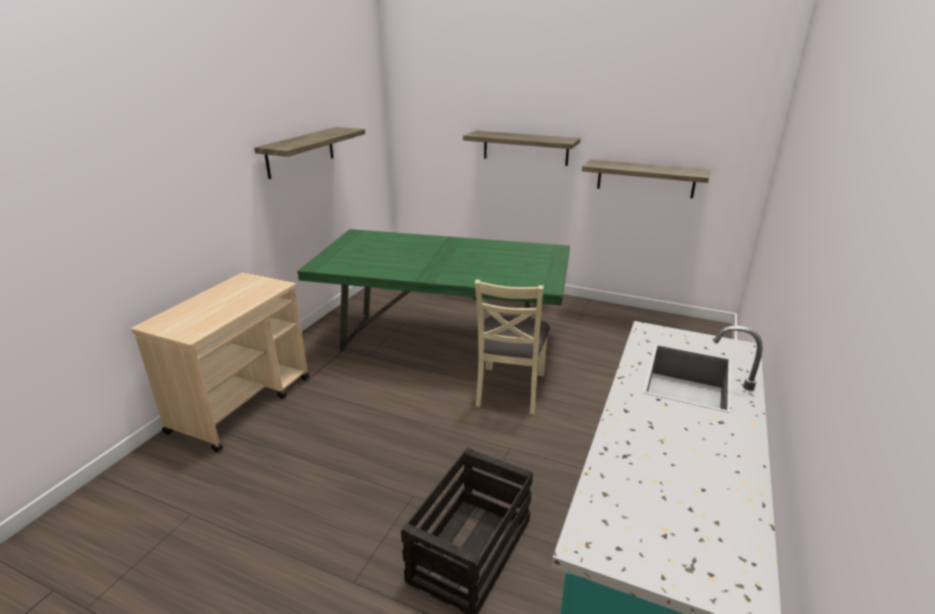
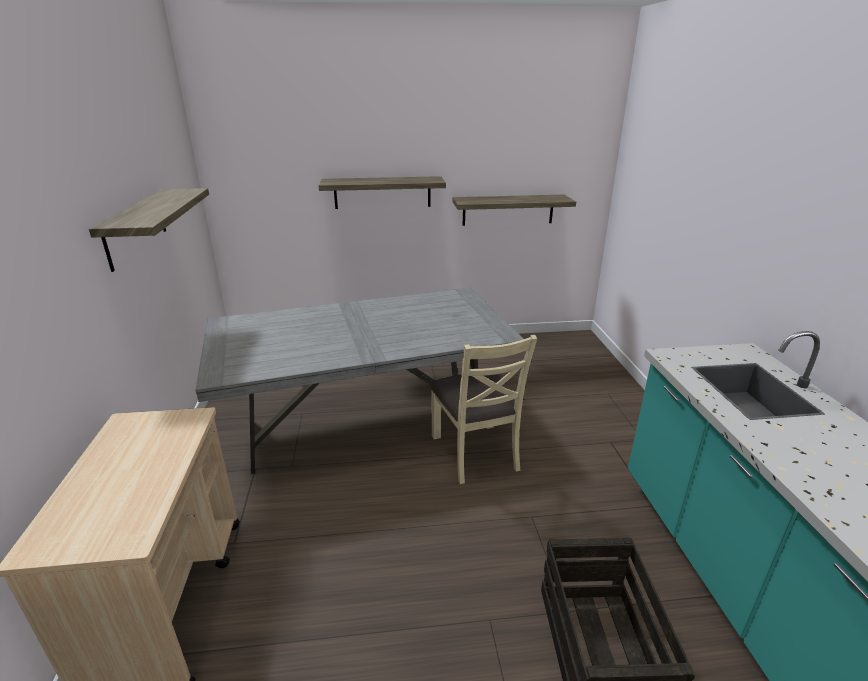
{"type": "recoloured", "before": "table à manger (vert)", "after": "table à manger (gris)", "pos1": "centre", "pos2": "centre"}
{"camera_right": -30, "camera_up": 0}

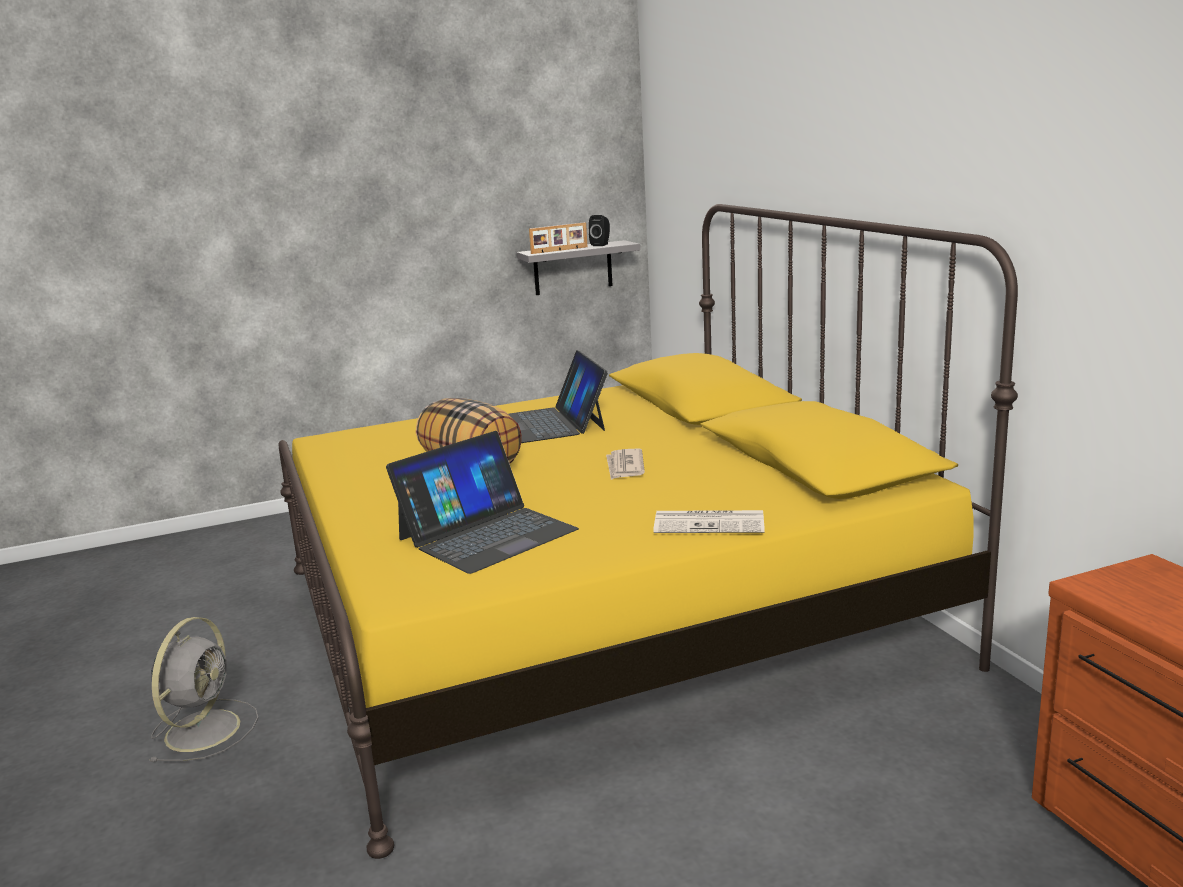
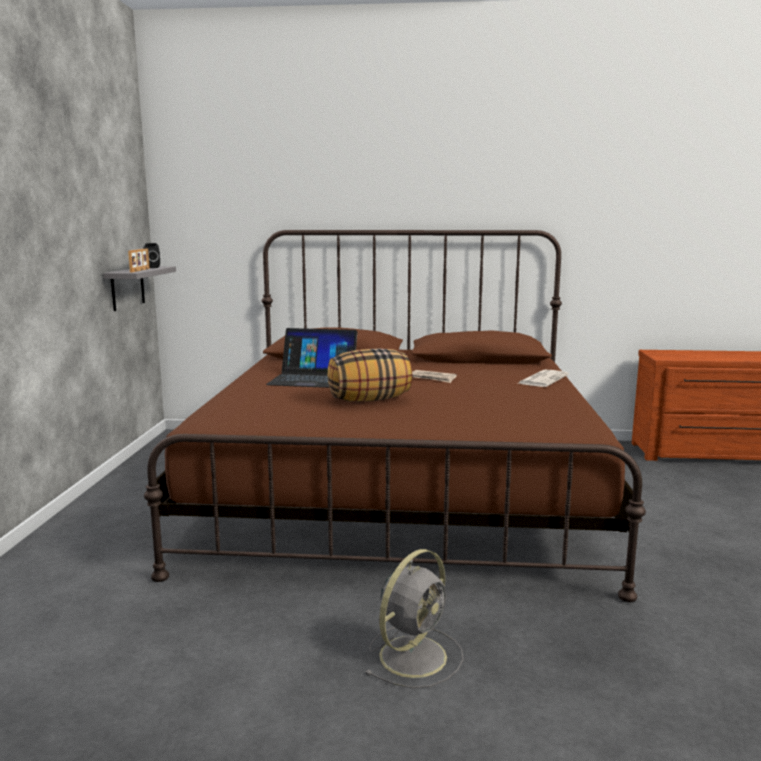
{"type": "recoloured", "before": "lit (jaune)", "after": "lit (marron)", "pos1": "centre", "pos2": "centre"}
{"type": "removed", "before": "ordinateur portable (1st from left)", "pos1": "centre"}
{"type": "turned", "before": "ventilateur (gris)", "pos1": "bottom left", "pos2": "bottom centre", "turn": 90}
{"camera_right": -65, "camera_up": -5}

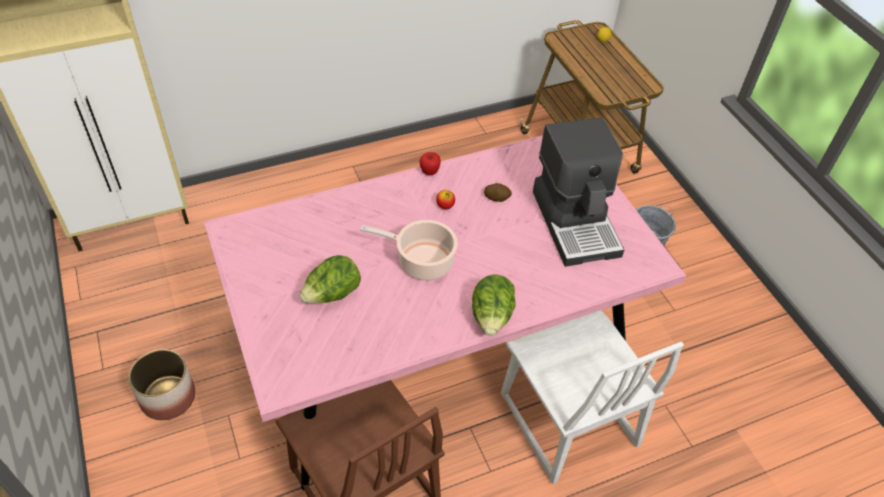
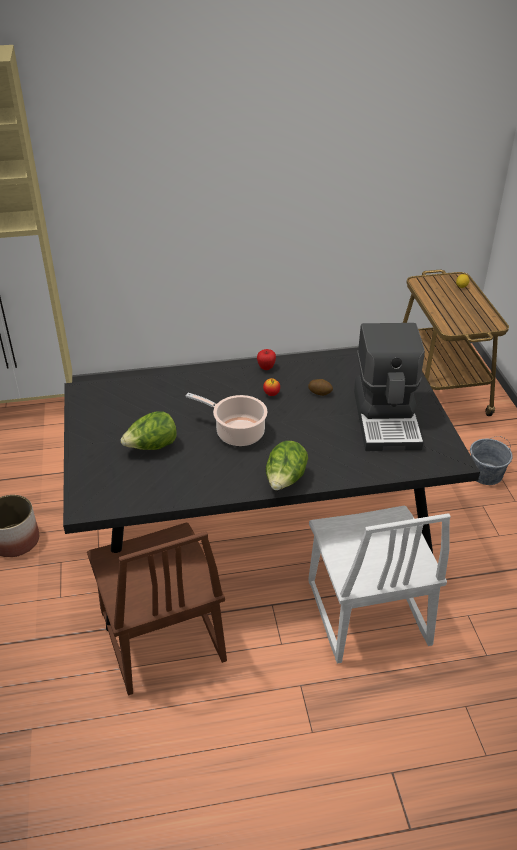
{"type": "recoloured", "before": "table à manger (rose)", "after": "table à manger (noir)", "pos1": "centre", "pos2": "centre"}
{"camera_right": 15, "camera_up": -10}

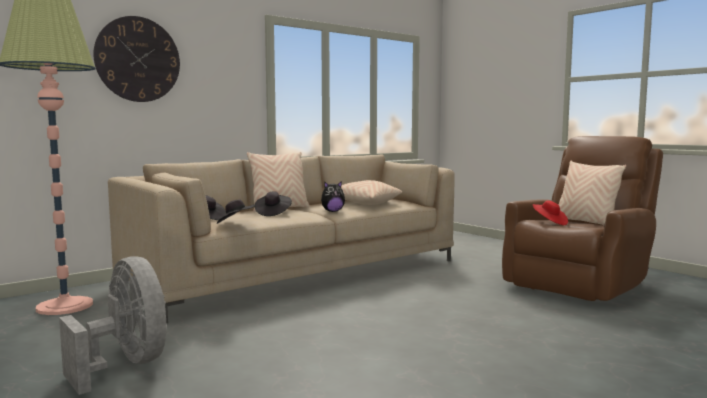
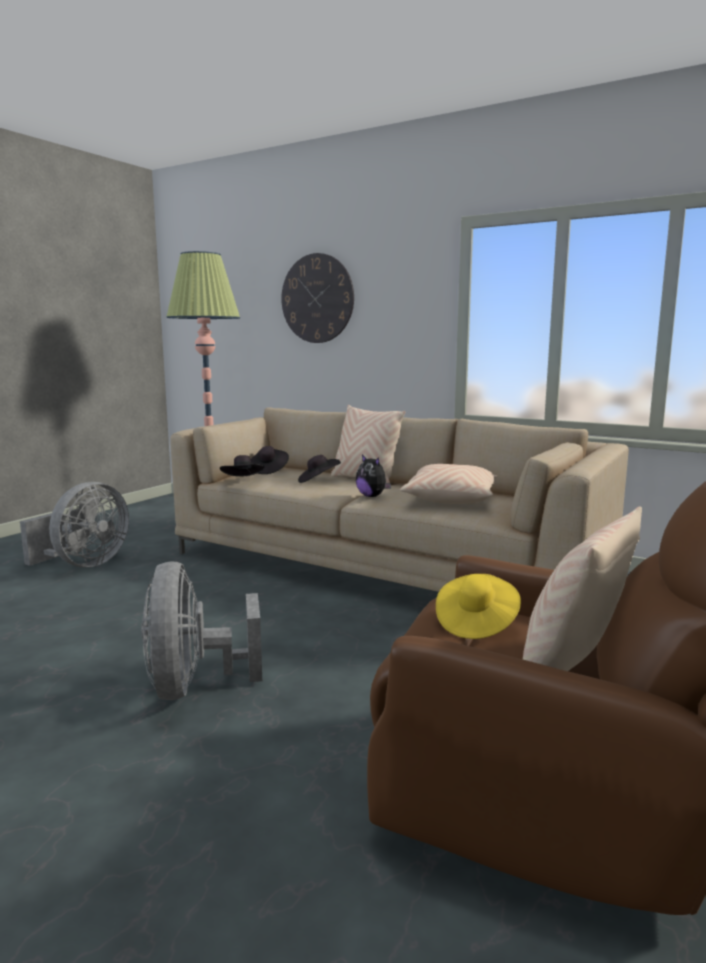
{"type": "recoloured", "before": "chapeau (rouge)", "after": "chapeau (jaune)", "pos1": "middle right", "pos2": "middle right"}
{"type": "added", "after": "ventilateur (gris) (2nd from left)", "pos2": "middle left"}
{"camera_right": 70, "camera_up": 5}

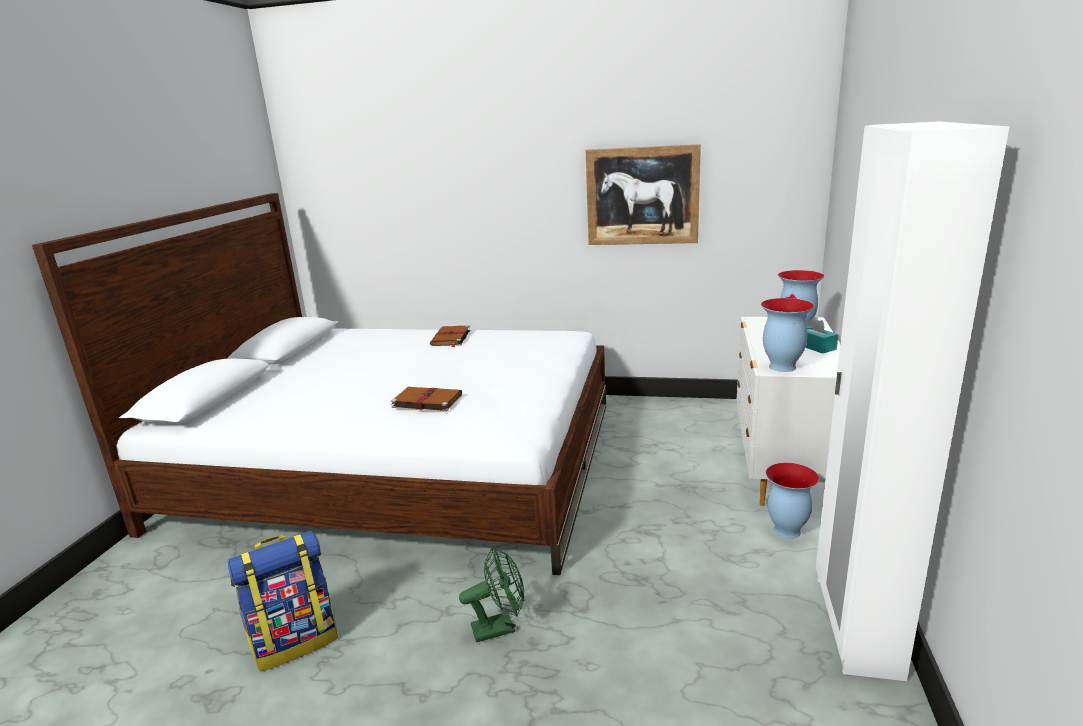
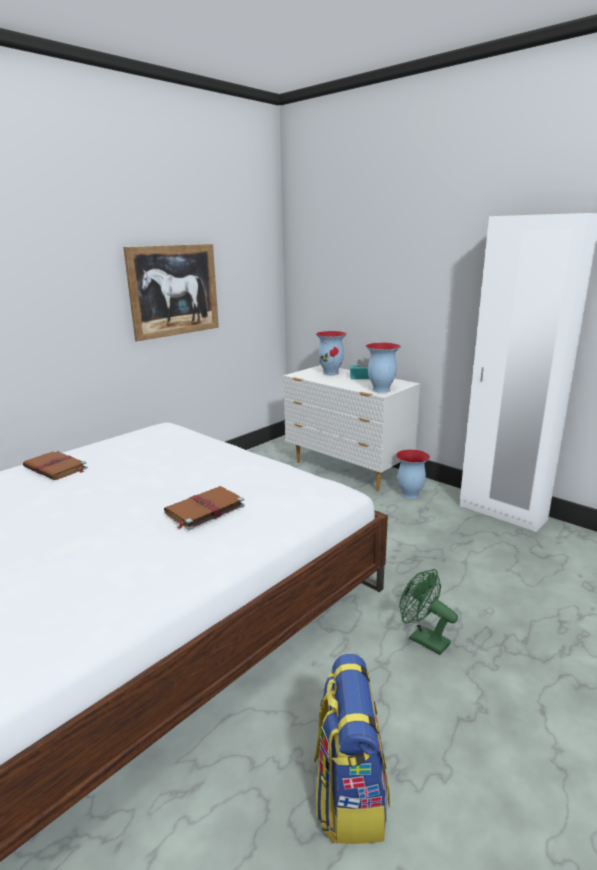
{"type": "turned", "before": "ventilateur (vert)", "pos1": "bottom centre", "pos2": "bottom right", "turn": -60}
{"camera_right": -60, "camera_up": 0}

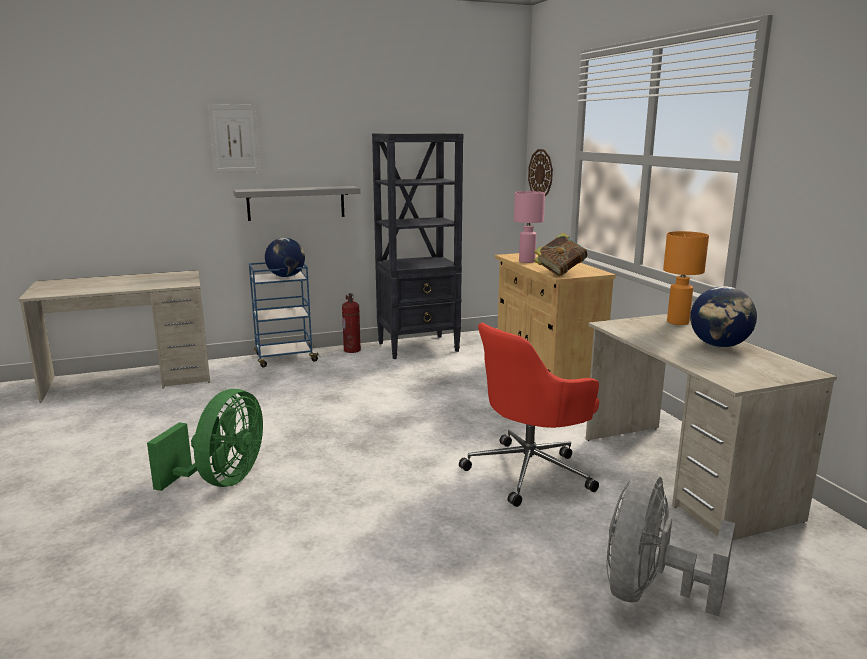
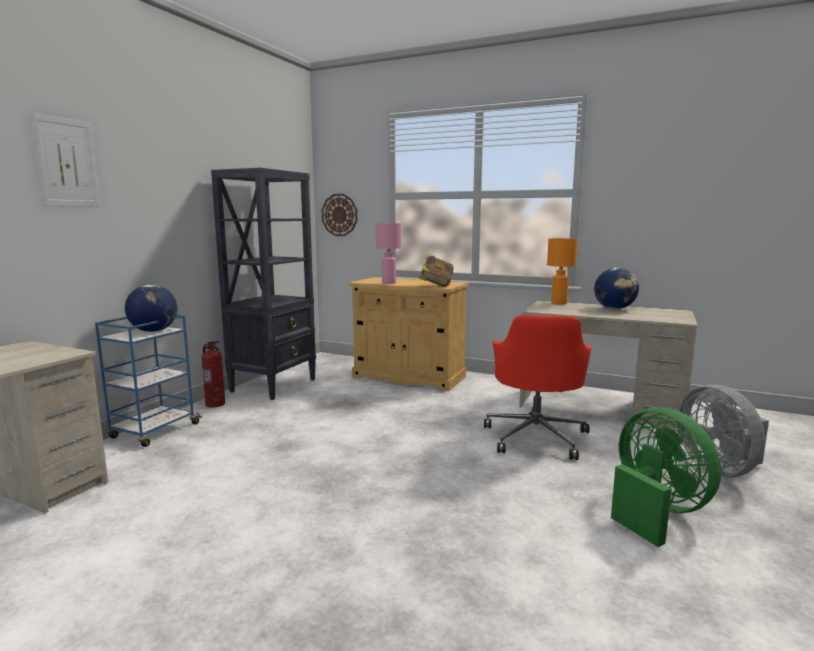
{"type": "removed", "before": "étagère (gris)", "pos1": "top centre"}
{"type": "moved", "before": "ventilateur (vert)", "pos1": "bottom left", "pos2": "bottom right"}
{"camera_right": -45, "camera_up": -5}

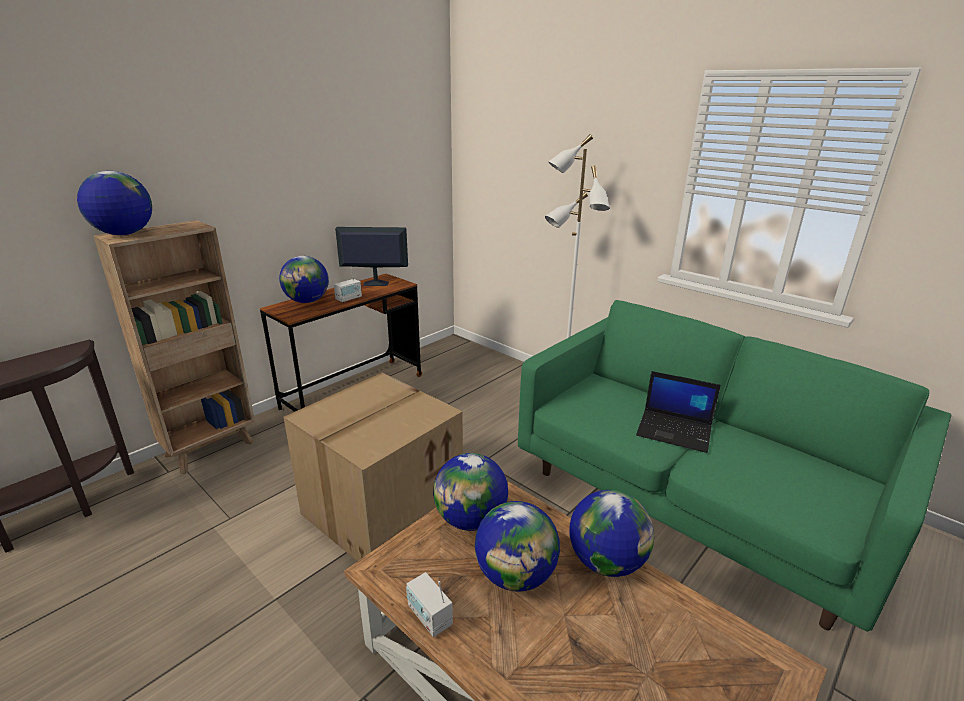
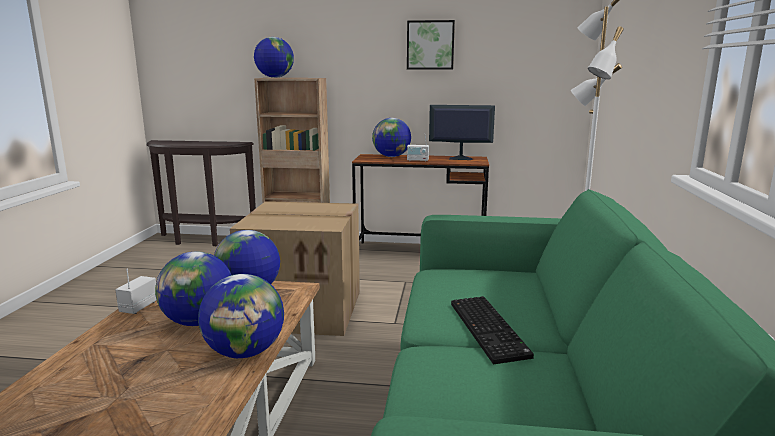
{"type": "turned", "before": "écran d'ordinateur", "pos1": "centre", "pos2": "top centre", "turn": -45}
{"type": "replaced", "before": "ordinateur portable", "after": "clavier", "pos1": "middle right", "pos2": "bottom centre"}
{"type": "added", "after": "tableau", "pos2": "top centre"}
{"camera_right": 55, "camera_up": -10}

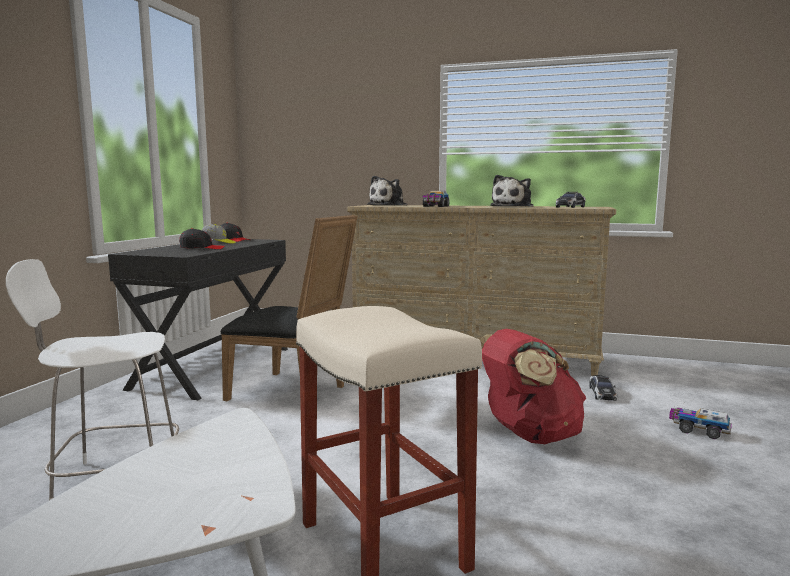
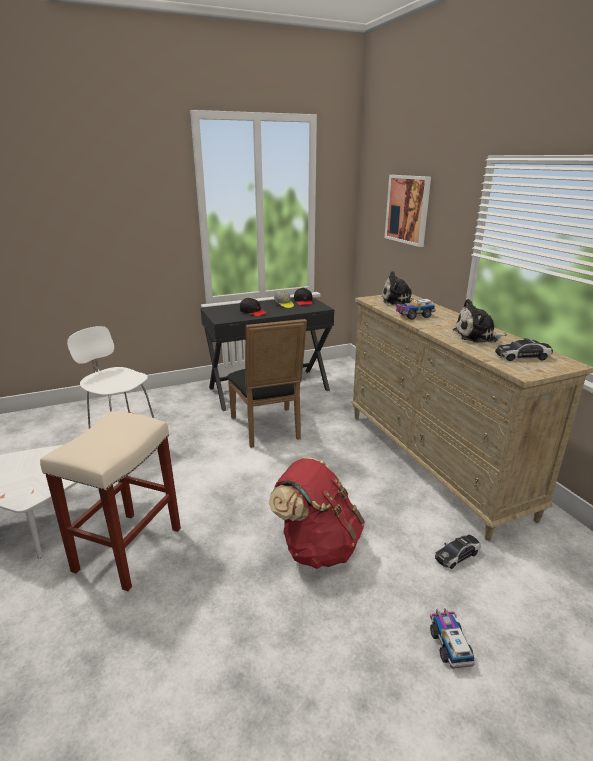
{"type": "added", "after": "tableau", "pos2": "top right"}
{"camera_right": 50, "camera_up": 15}

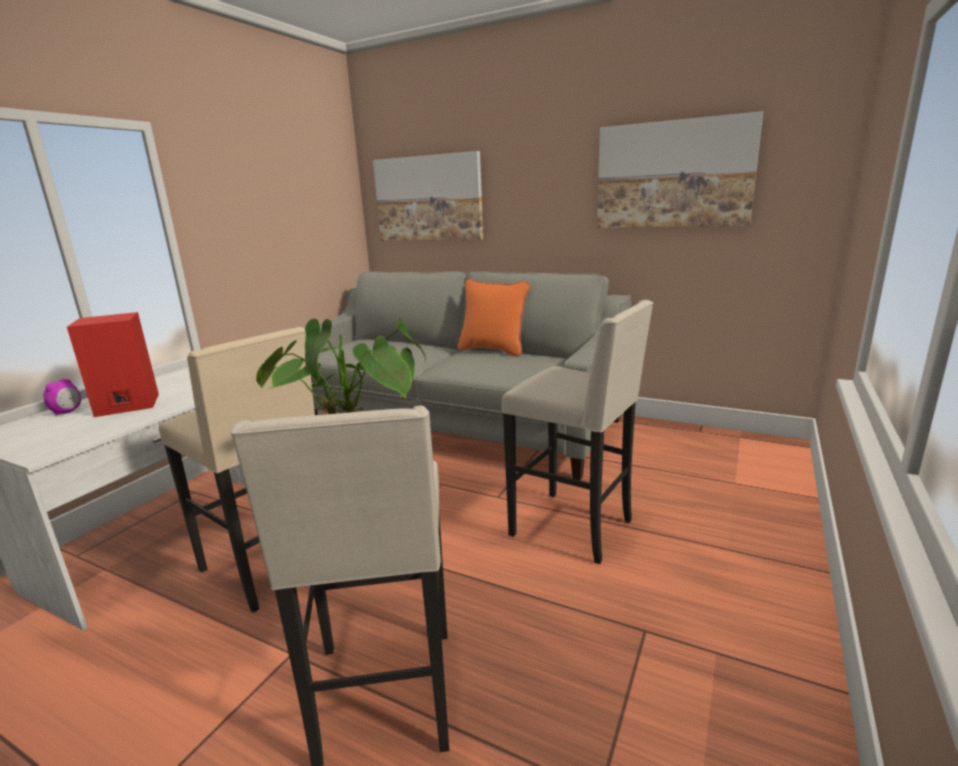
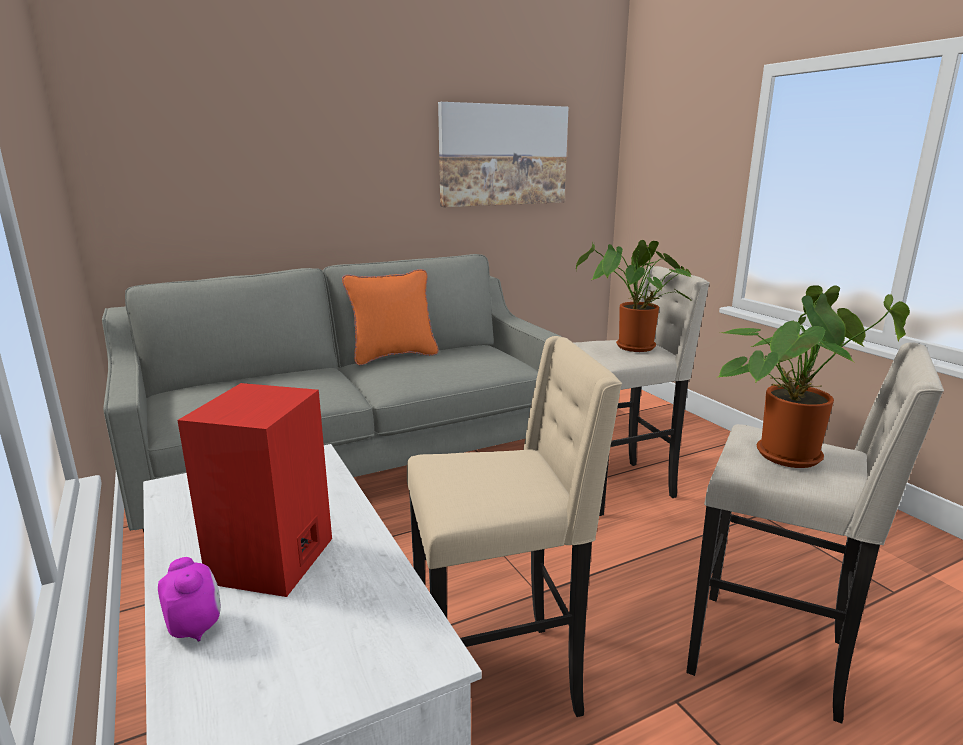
{"type": "removed", "before": "tableau (1st from left)", "pos1": "top centre"}
{"type": "added", "after": "plante en pot (1st from left)", "pos2": "centre"}
{"camera_right": -55, "camera_up": 0}

